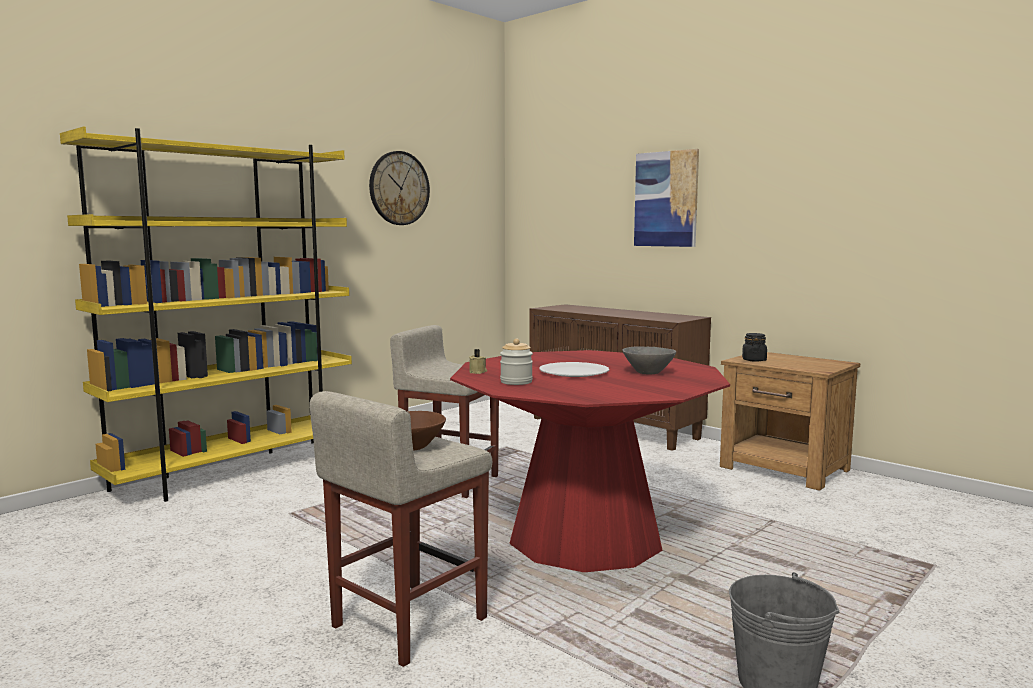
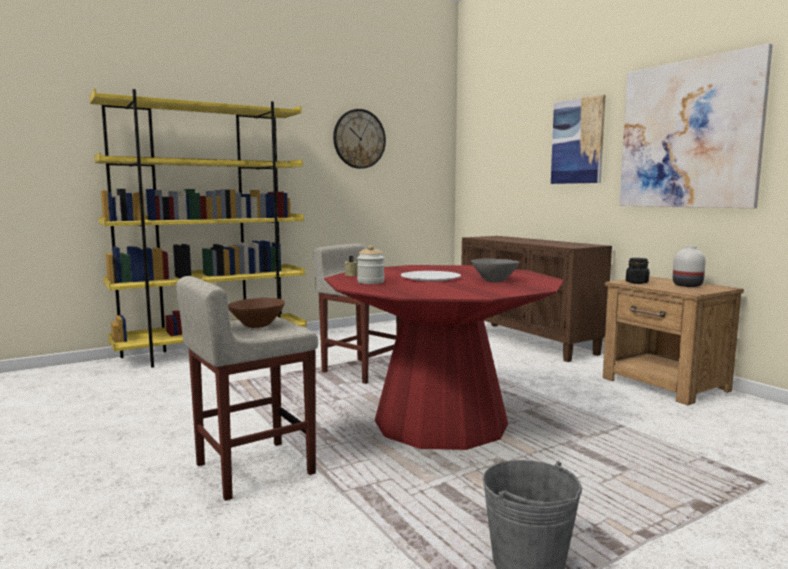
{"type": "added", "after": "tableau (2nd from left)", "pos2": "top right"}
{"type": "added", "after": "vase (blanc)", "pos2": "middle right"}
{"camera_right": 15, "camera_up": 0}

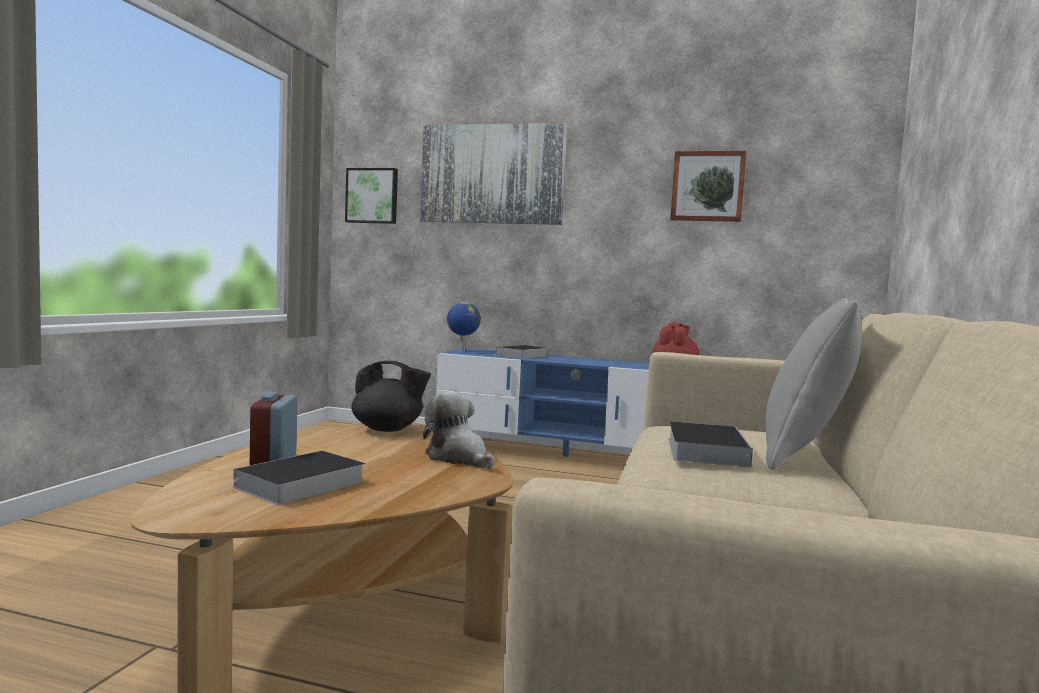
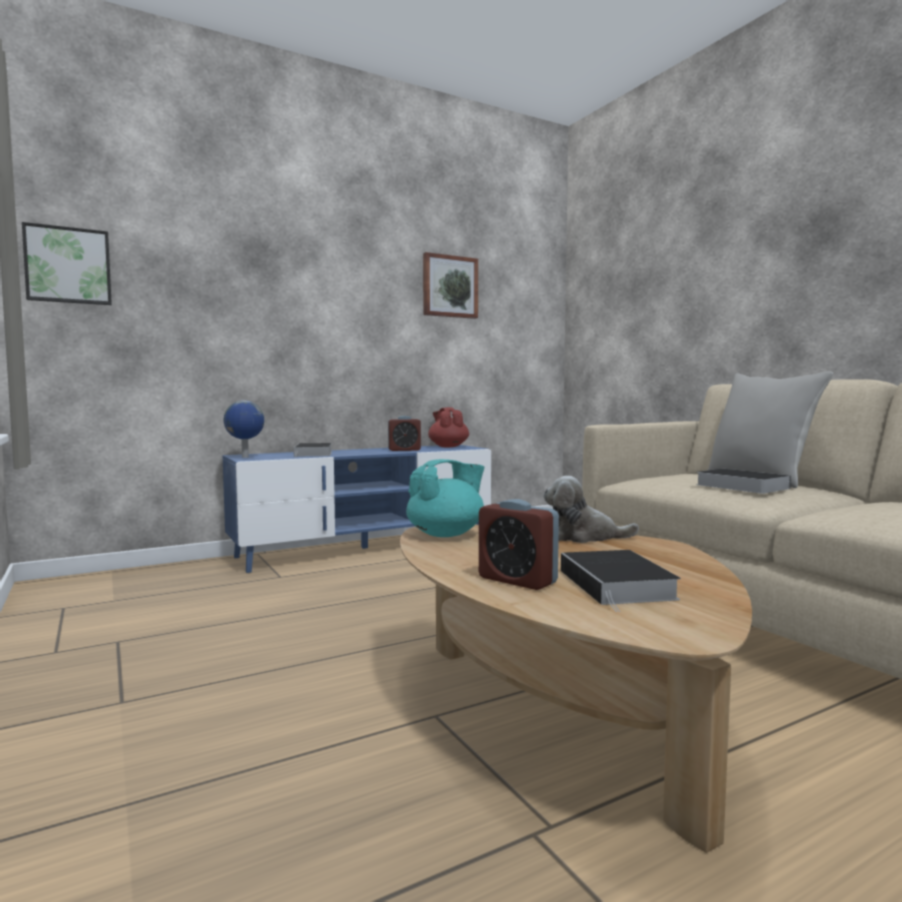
{"type": "removed", "before": "tableau (2nd from left)", "pos1": "top centre"}
{"type": "recoloured", "before": "théière (noir)", "after": "théière (turquoise)", "pos1": "centre", "pos2": "centre"}
{"type": "added", "after": "réveil (1st from left)", "pos2": "centre"}
{"camera_right": -45, "camera_up": 0}

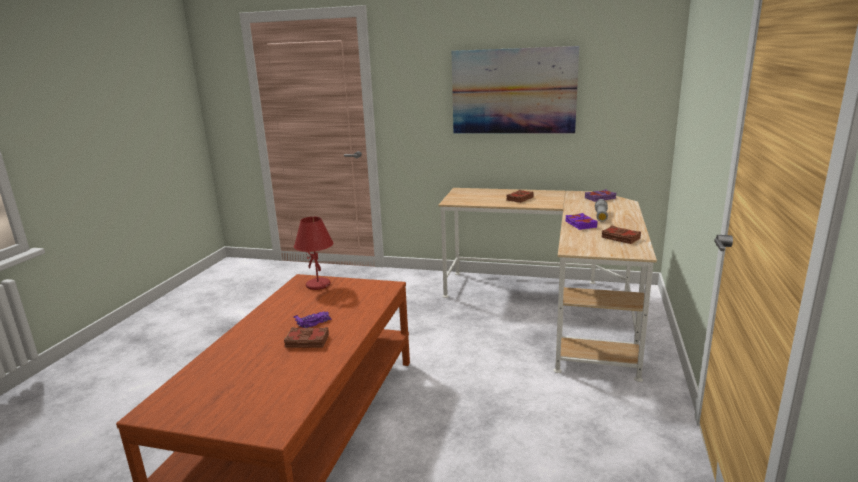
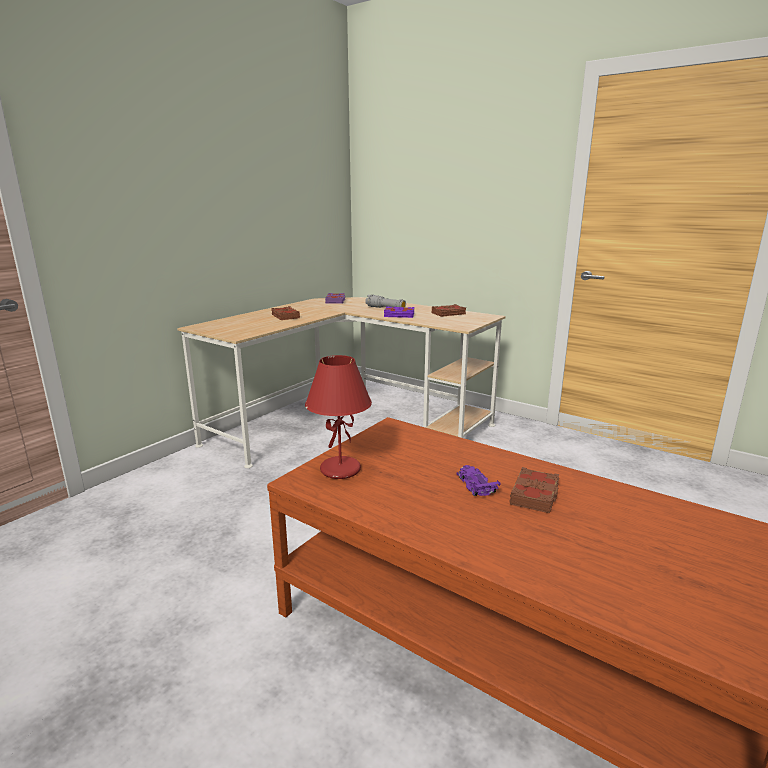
{"type": "removed", "before": "tableau", "pos1": "top centre"}
{"camera_right": -70, "camera_up": 0}

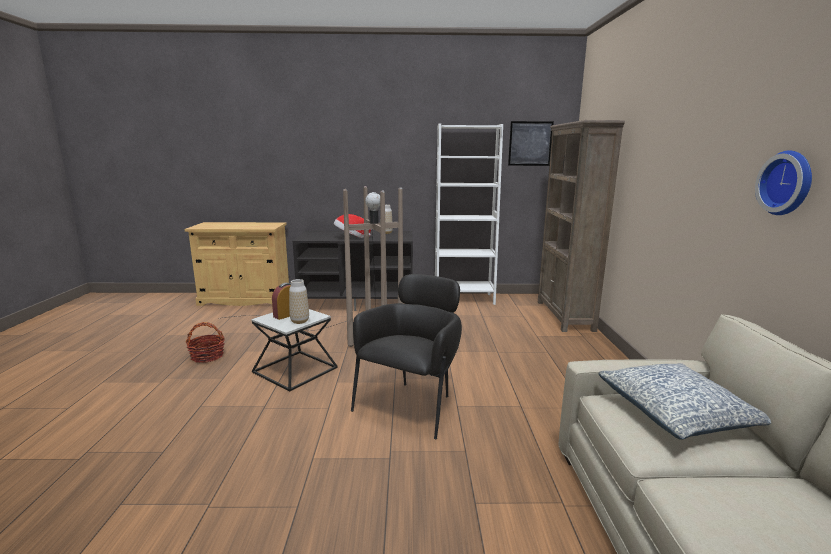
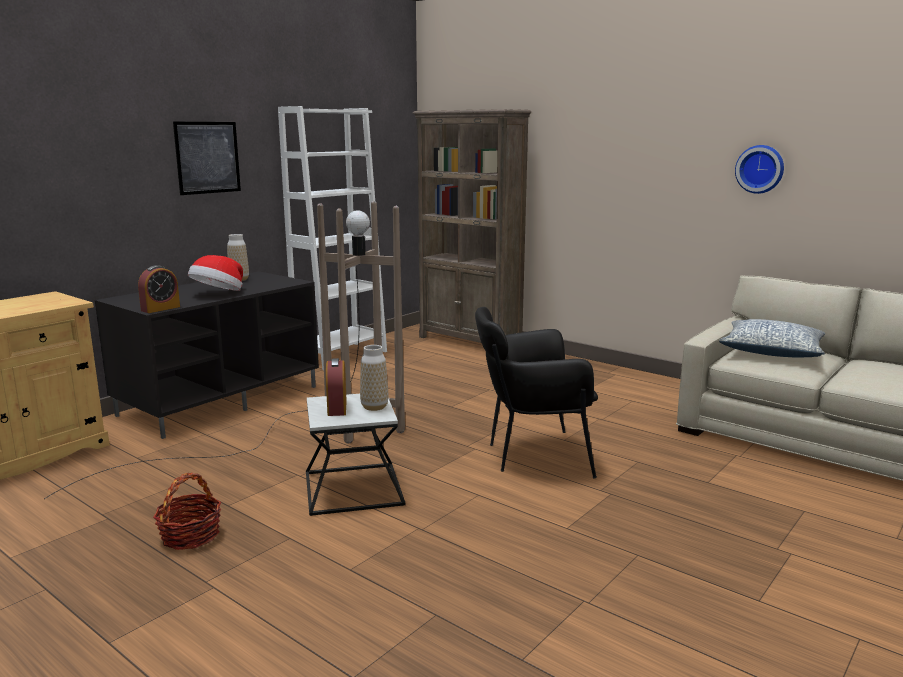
{"type": "moved", "before": "tableau", "pos1": "top centre", "pos2": "top left"}
{"type": "turned", "before": "fauteuil (noir)", "pos1": "centre", "pos2": "centre", "turn": -75}
{"type": "added", "after": "réveil (1st from left)", "pos2": "middle left"}
{"camera_right": -50, "camera_up": 0}

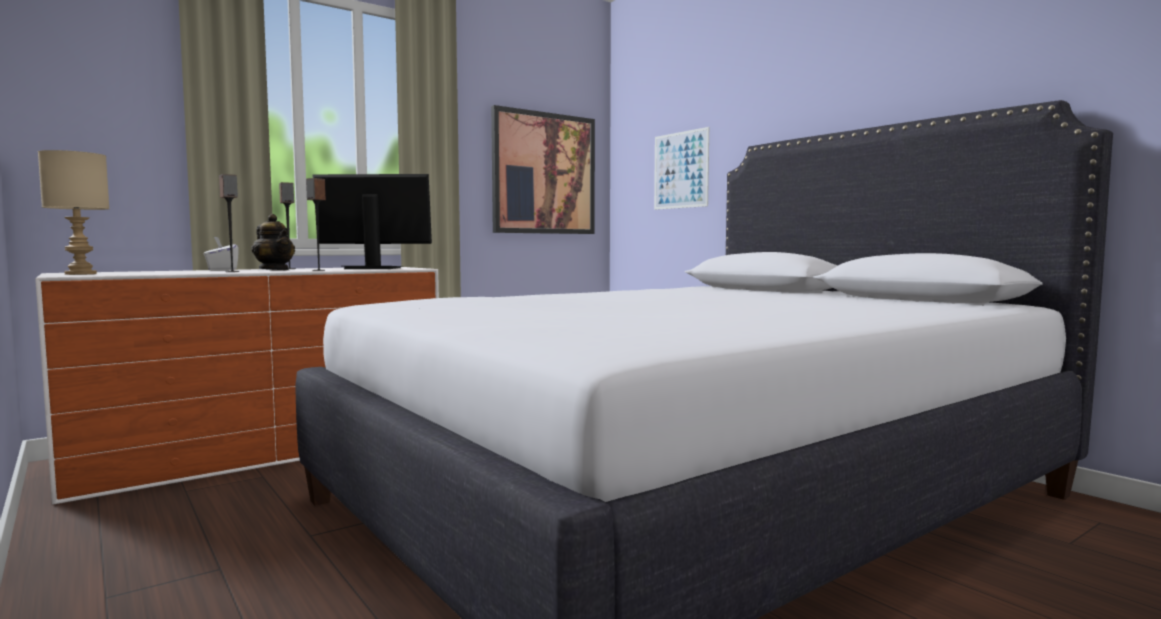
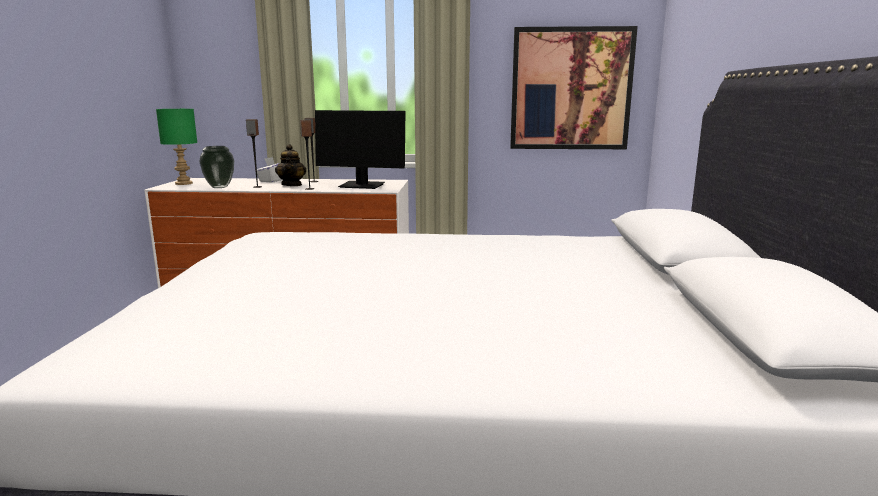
{"type": "removed", "before": "tableau (2nd from left)", "pos1": "top centre"}
{"type": "recoloured", "before": "lampe de table (beige)", "after": "lampe de table (vert)", "pos1": "middle left", "pos2": "top left"}
{"type": "turned", "before": "écran d'ordinateur", "pos1": "middle left", "pos2": "top centre", "turn": 150}
{"type": "added", "after": "vase", "pos2": "middle left"}
{"camera_right": 40, "camera_up": 10}

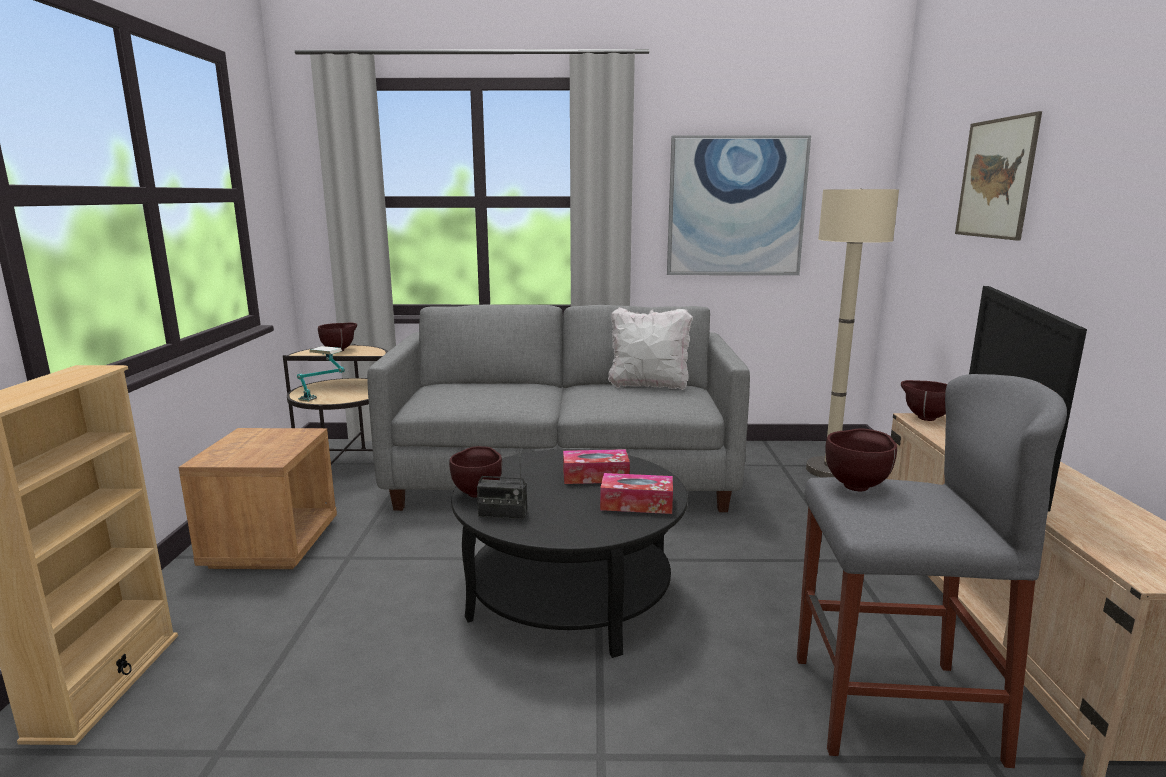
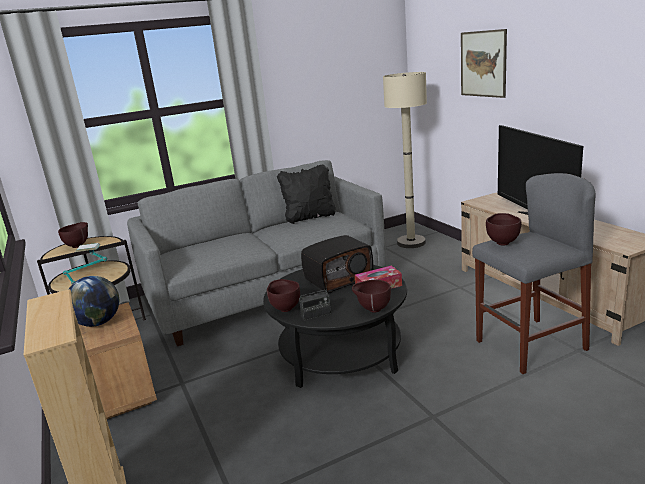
{"type": "removed", "before": "tableau (1st from left)", "pos1": "top centre"}
{"type": "recoloured", "before": "coussin (blanc)", "after": "coussin (noir)", "pos1": "centre", "pos2": "centre"}
{"type": "moved", "before": "bol (marron) (4th from left in the first image)", "after": "bol (marron) (3rd from left)", "pos1": "middle right", "pos2": "centre"}
{"type": "replaced", "before": "boîte à mouchoirs (1st from left)", "after": "radio (2nd from left)", "pos1": "centre", "pos2": "centre"}
{"type": "added", "after": "globe", "pos2": "middle left"}
{"camera_right": -25, "camera_up": 5}

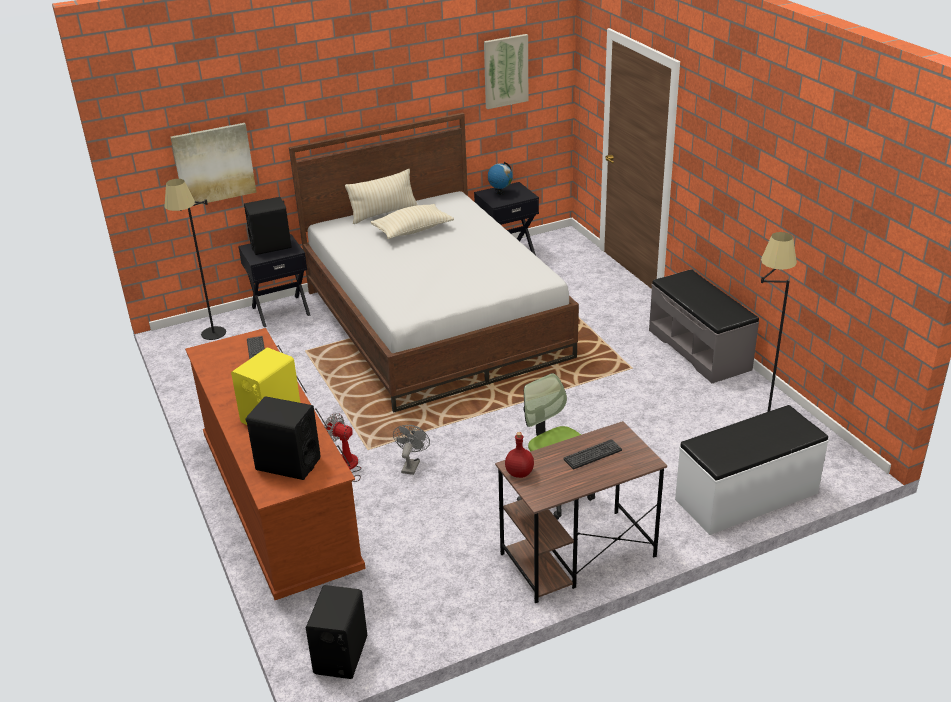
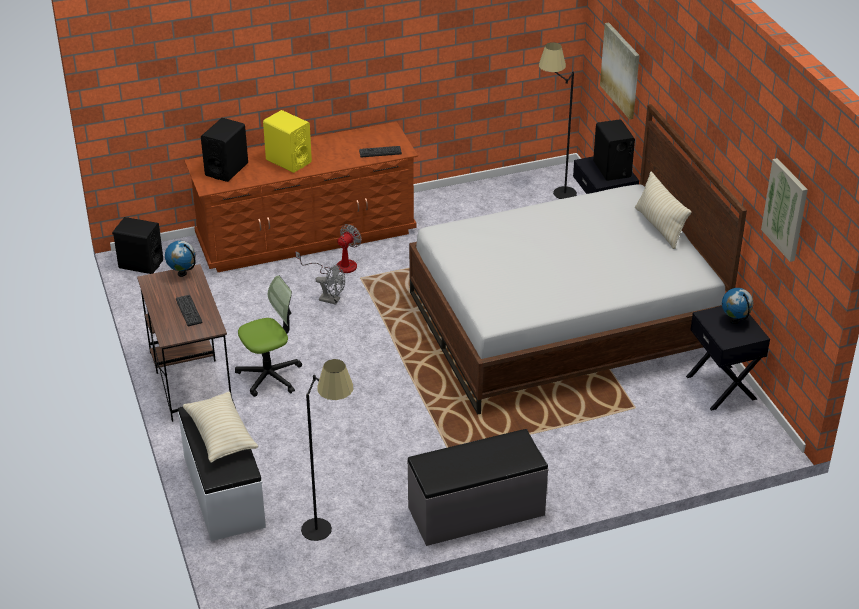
{"type": "moved", "before": "coussin (beige) (2nd from left in the first image)", "after": "coussin (beige) (1st from left)", "pos1": "top centre", "pos2": "bottom left"}
{"type": "replaced", "before": "bouteille (rouge)", "after": "globe (1st from left)", "pos1": "centre", "pos2": "middle left"}
{"camera_right": 95, "camera_up": 5}

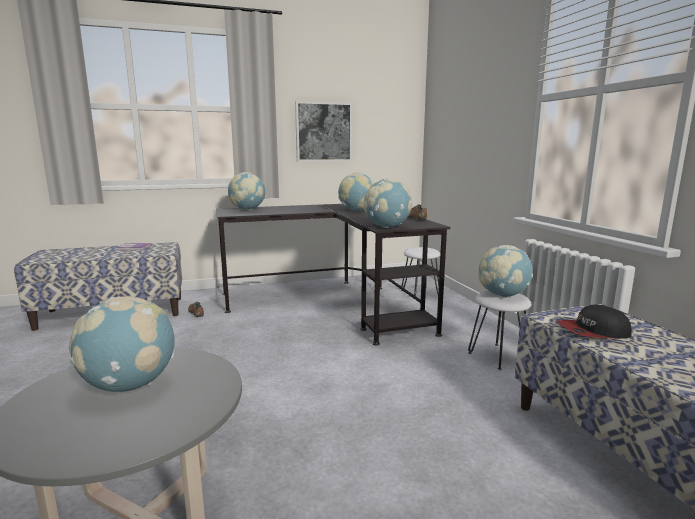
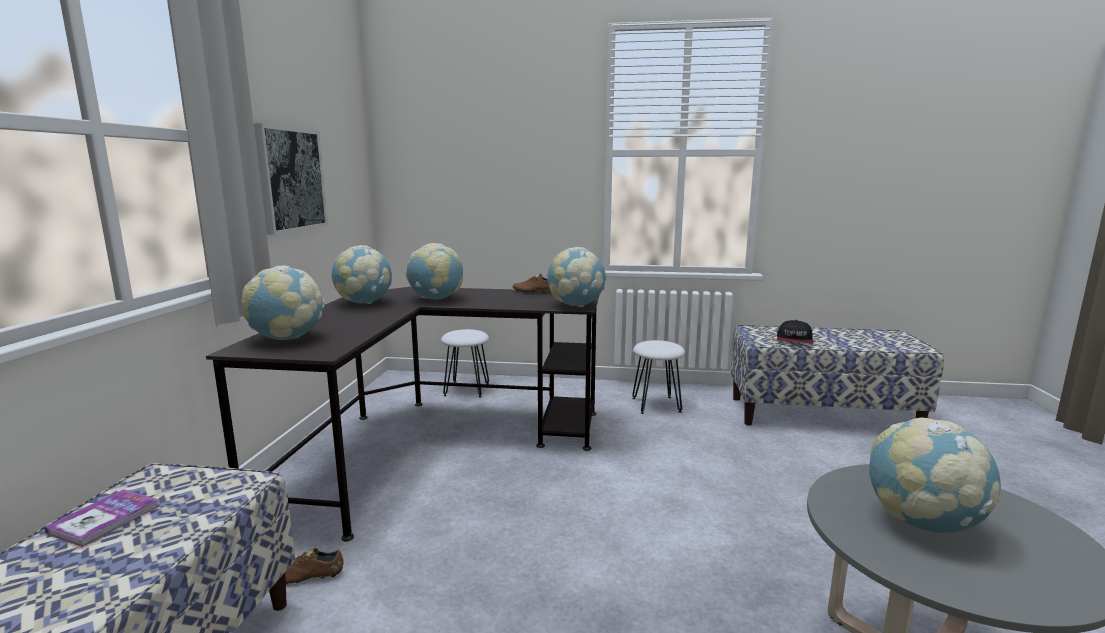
{"type": "moved", "before": "globe (5th from left in the first image)", "after": "globe (2nd from left)", "pos1": "middle right", "pos2": "middle left"}
{"camera_right": -65, "camera_up": 0}

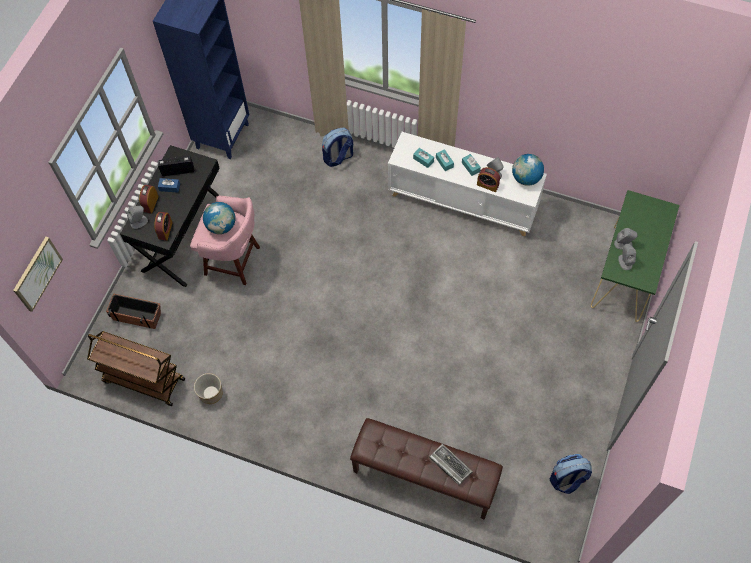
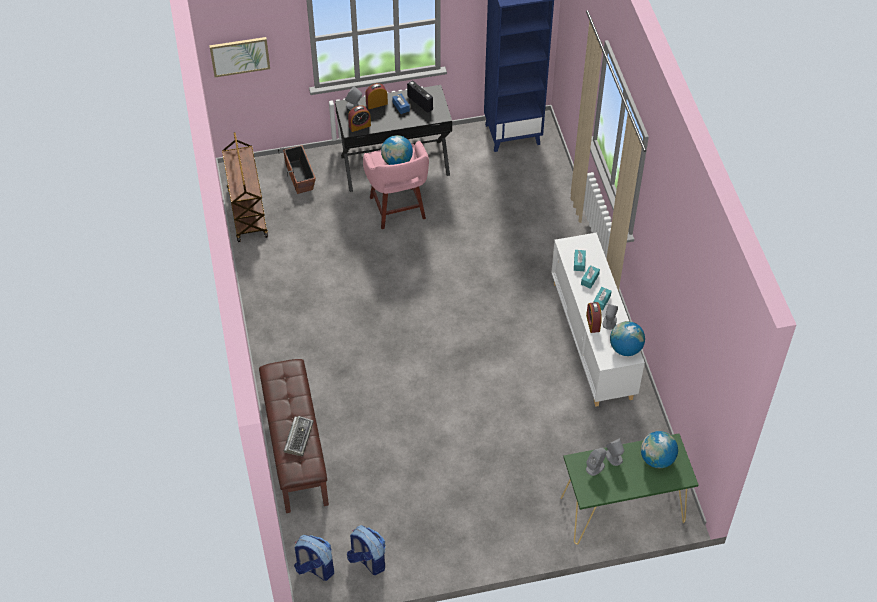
{"type": "moved", "before": "sac à dos (1st from left)", "pos1": "top centre", "pos2": "bottom centre"}
{"type": "removed", "before": "cache-pot (2nd from left)", "pos1": "bottom left"}
{"type": "added", "after": "globe (3rd from left)", "pos2": "bottom right"}
{"camera_right": 55, "camera_up": -10}

